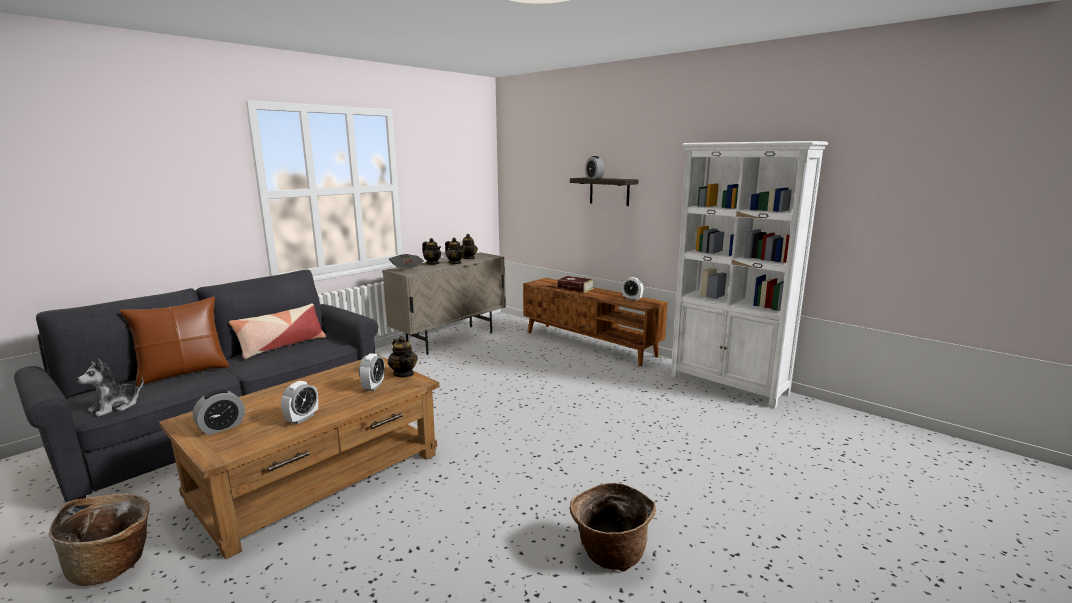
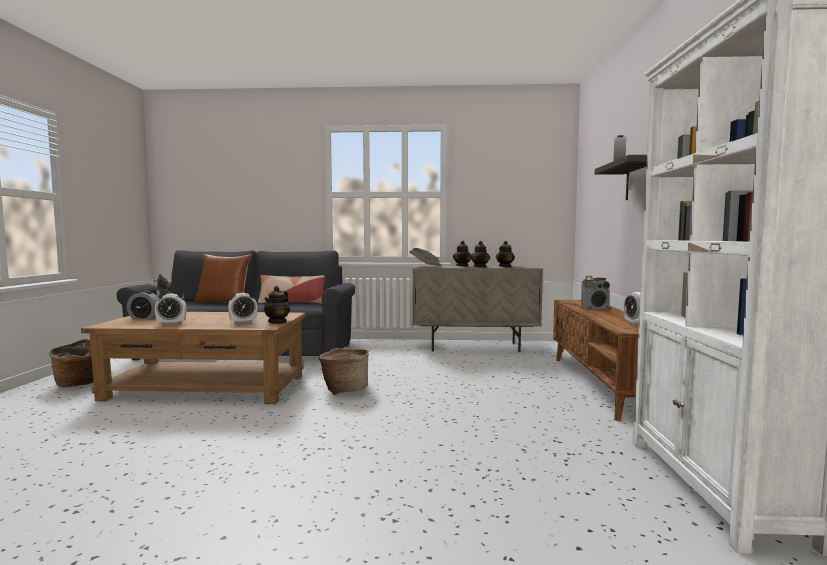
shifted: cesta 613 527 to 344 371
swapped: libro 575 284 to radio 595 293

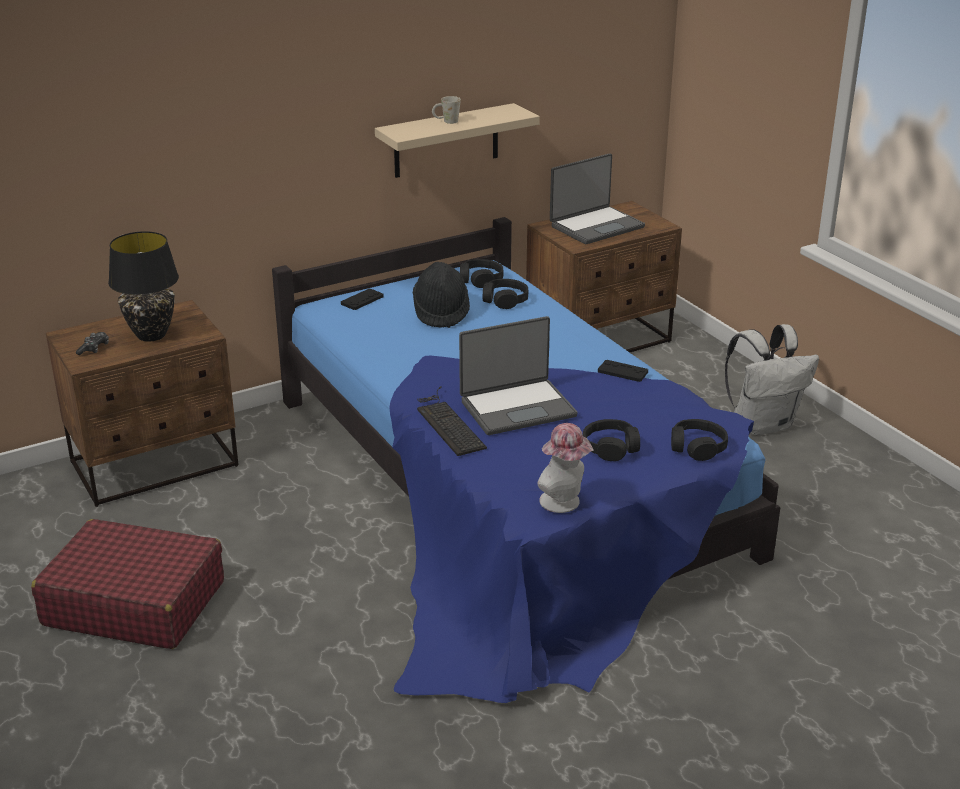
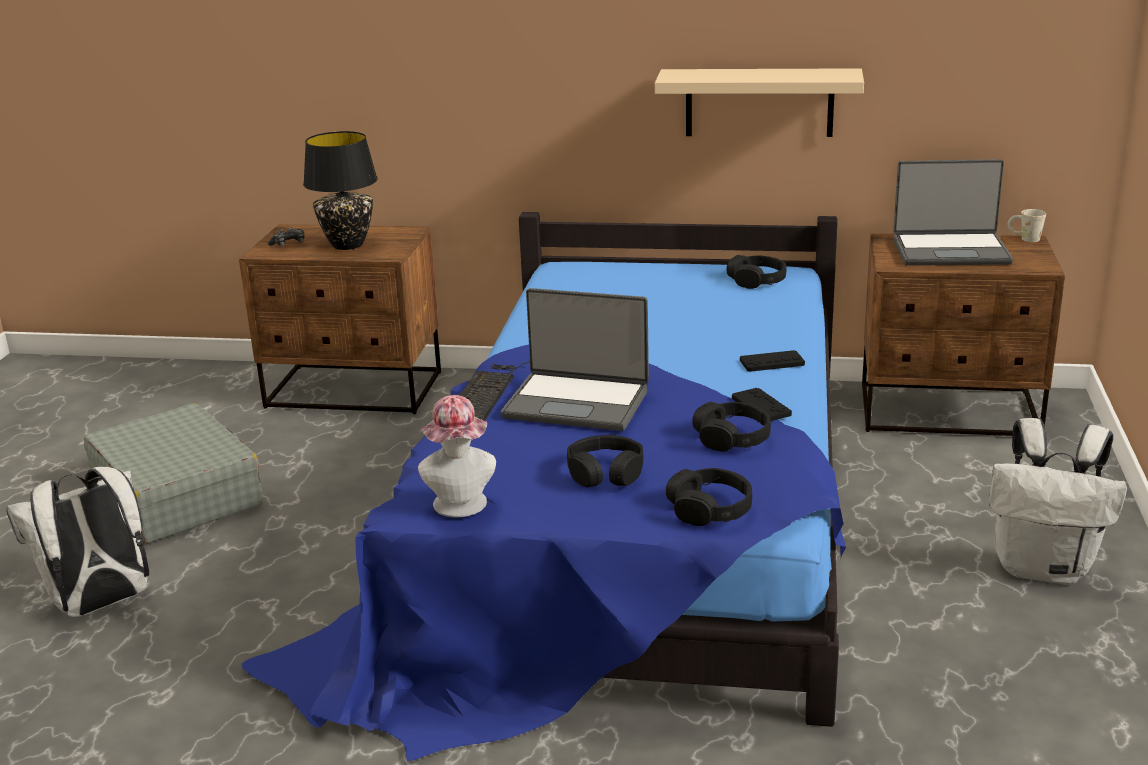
gone: sombrero (negro) 441 295
new: mochila (blanco) 77 542
shifted: mando de consola (negro) 362 299 to 772 361; taza grande (blanco) 446 110 to 1027 225; auriculares (negro) 505 294 to 731 427
repainted: maleta (rojo) 127 584 to maleta (gris) 173 473

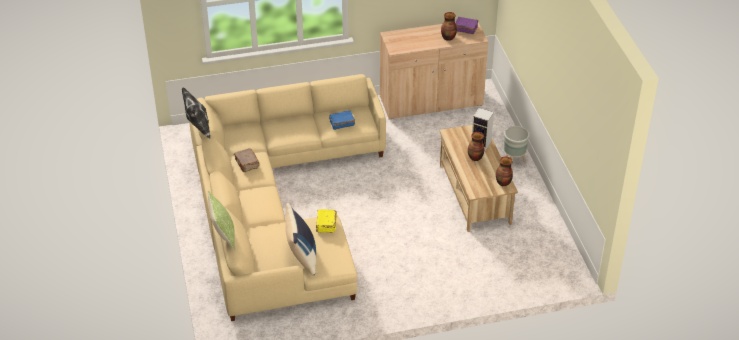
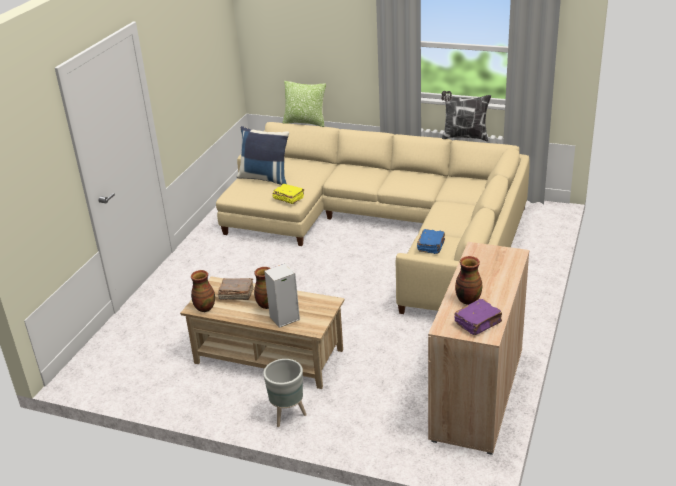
shifted: libro (marrón) 247 160 to 236 289

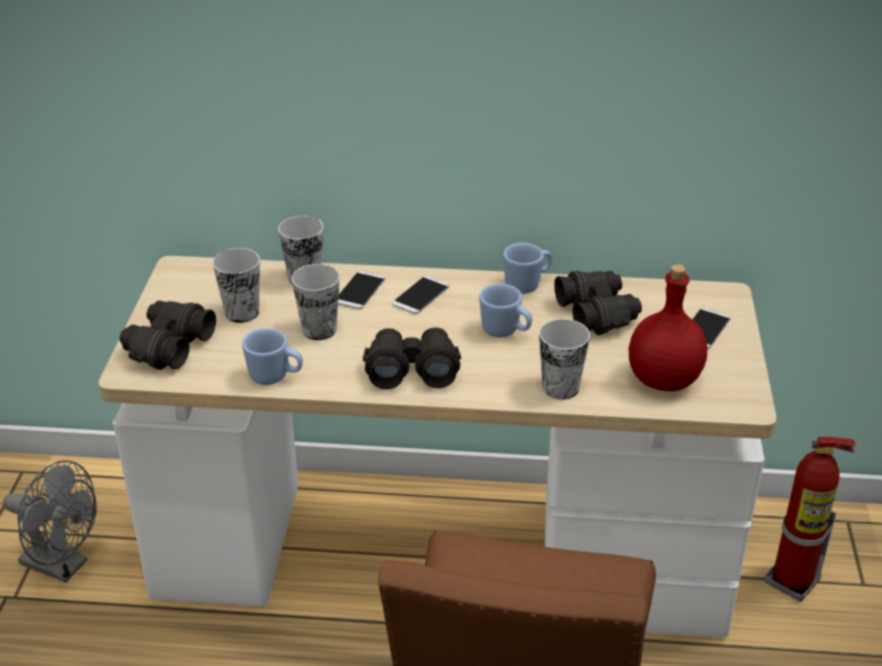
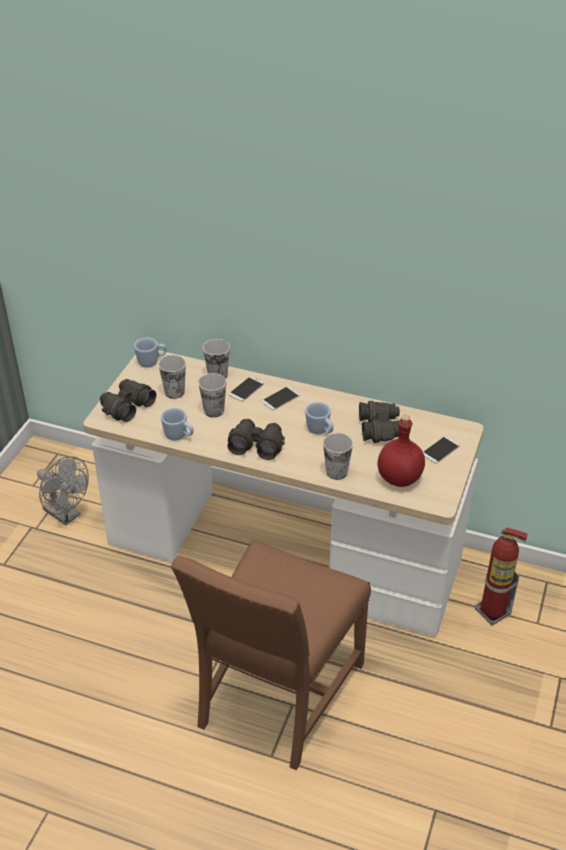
shifted: taza grande (azul) 527 268 to 150 352

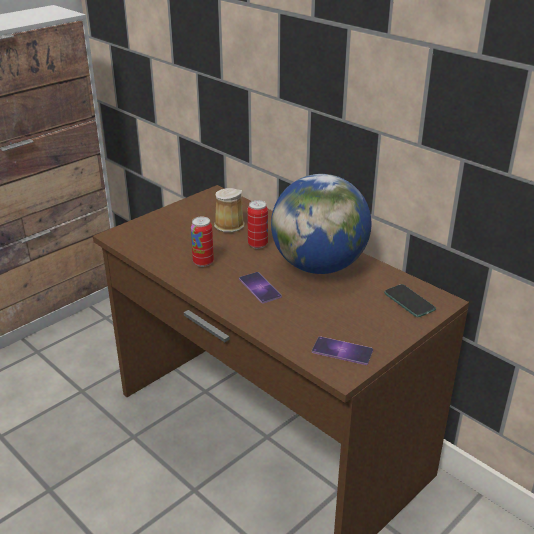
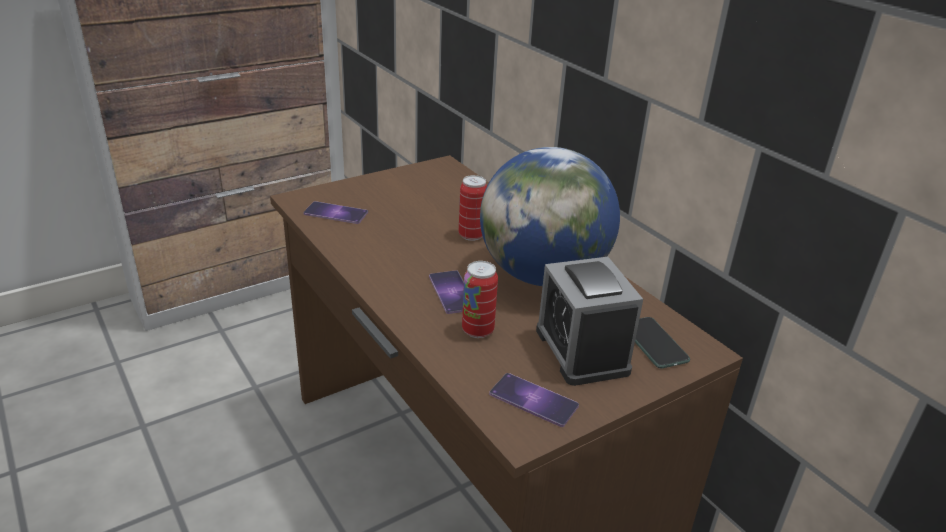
gone: taza grande 229 210
new: móvil 335 212; despertador 589 321
shifted: lata 202 242 to 480 299

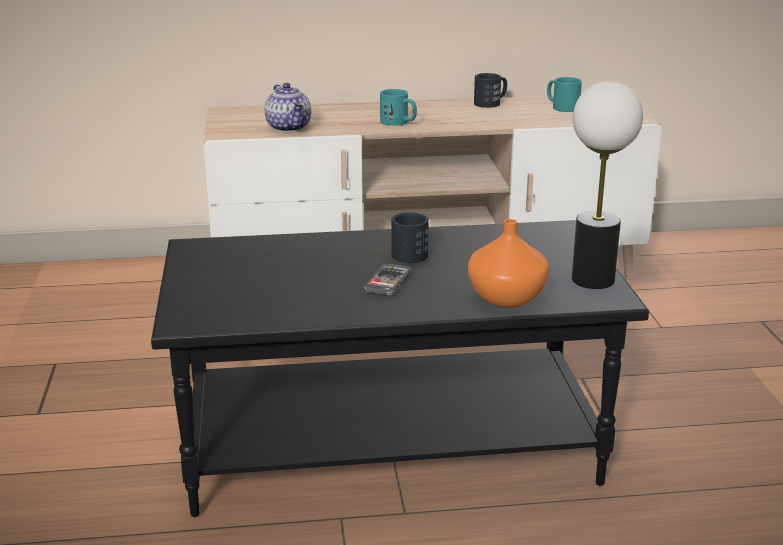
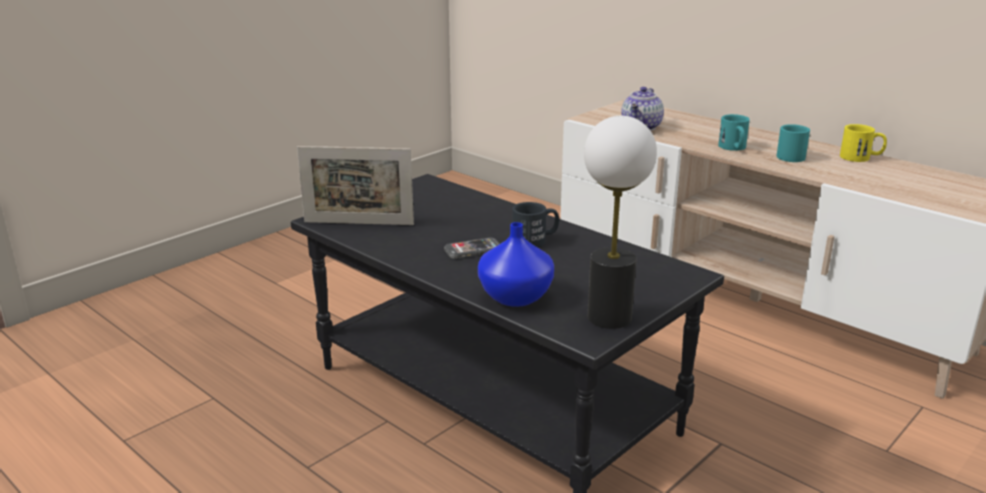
new: portarretratos 355 185
shifted: taza grande (turquesa) 564 94 to 793 143
repainted: florero (naranja) 508 263 to florero (azul) 516 264; taza grande (negro) 490 90 to taza grande (amarillo) 863 143

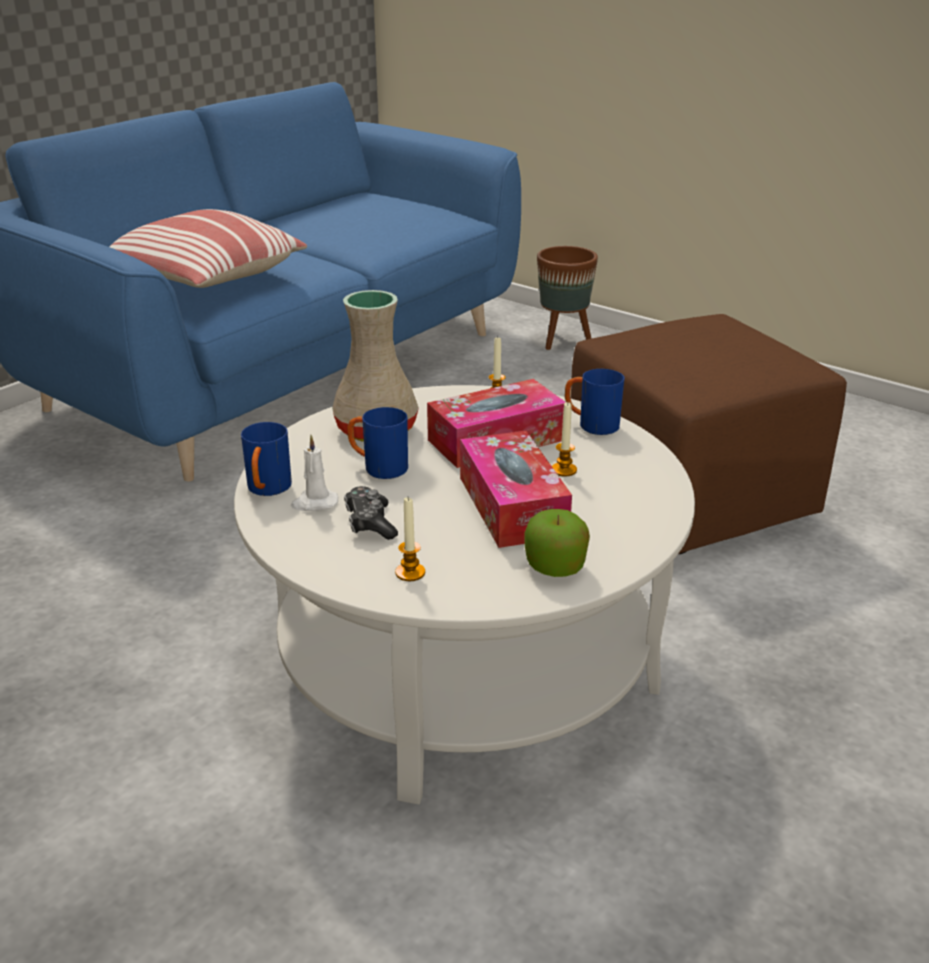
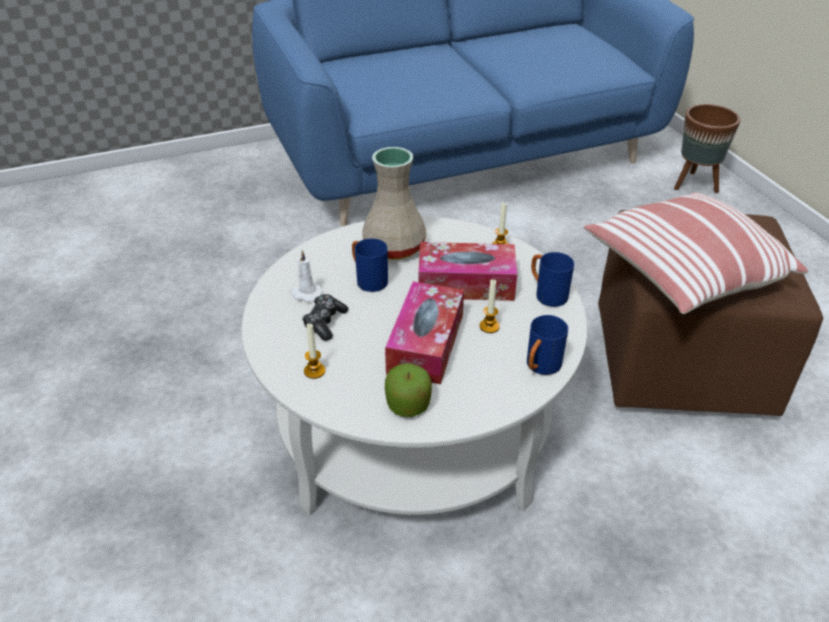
shifted: cojín 208 248 to 696 253; taza grande (azul) 266 459 to 547 345

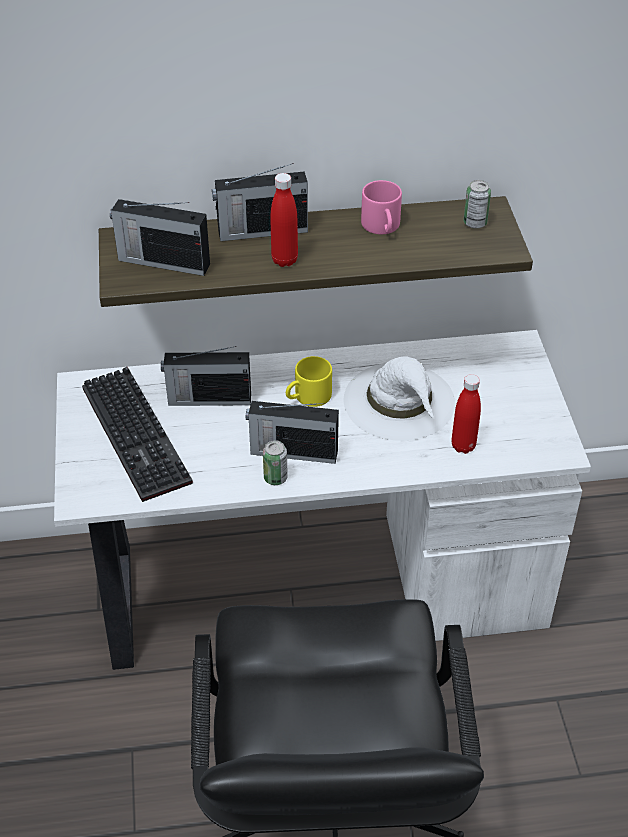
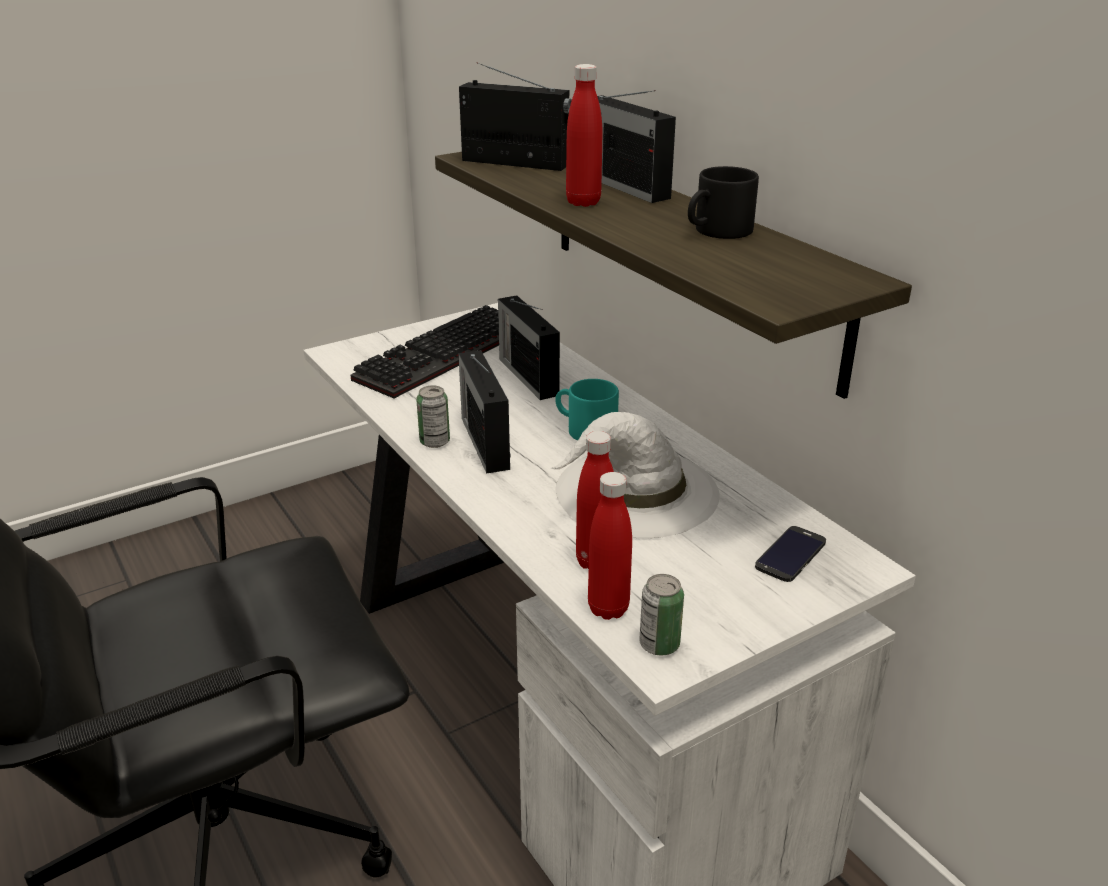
new: botella (rojo) 610 546; móvil 790 554
shifted: lata 477 204 to 661 614
repainted: taza grande (amarillo) 309 381 to taza grande (turquesa) 587 410; taza grande (rosa) 381 207 to taza grande (negro) 723 202
rotated: radio 160 237 = 515 117 120 degrees clockwise

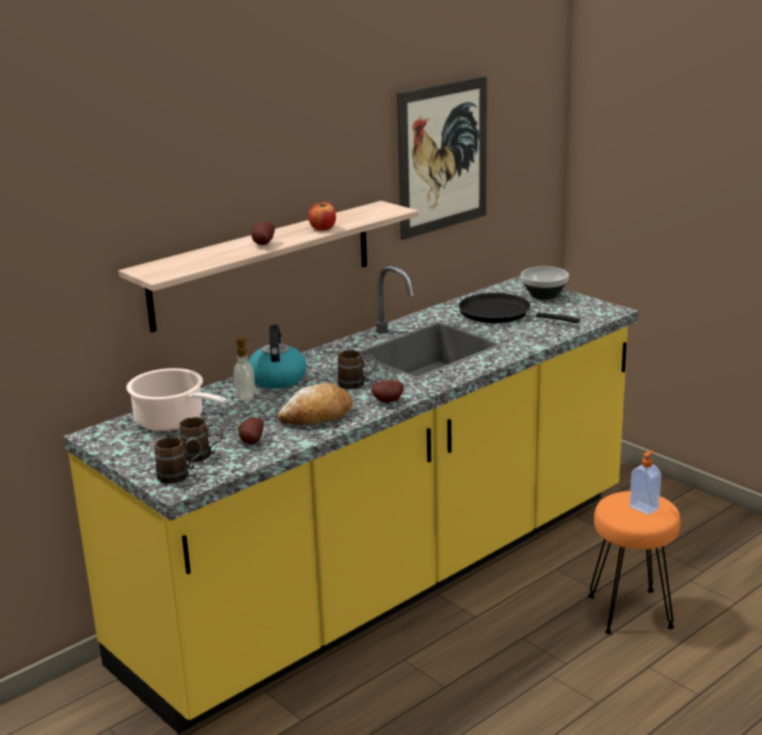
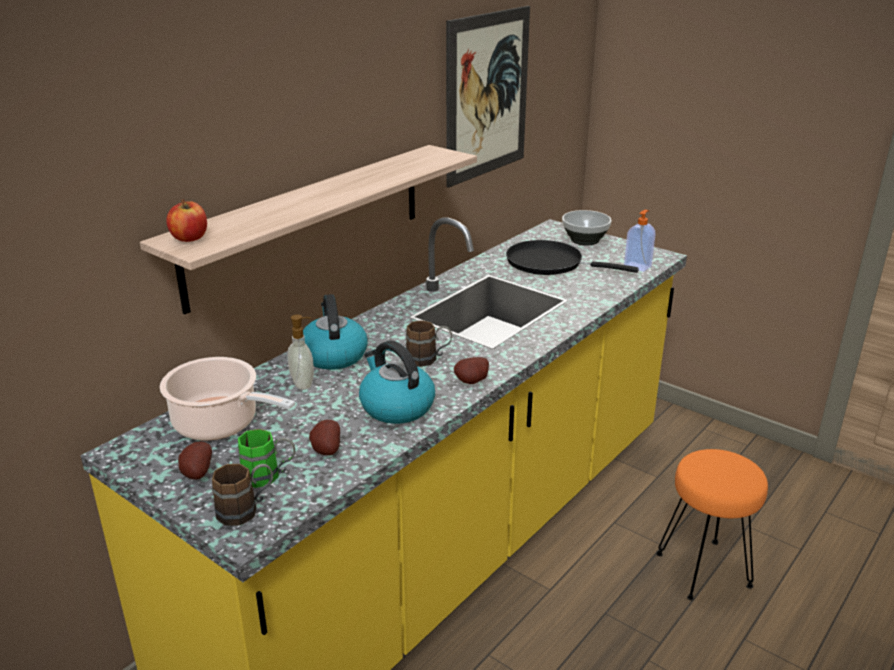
shifted: patata 263 233 to 195 461; manzana 322 215 to 186 220; dispensador de jabón 645 483 to 640 241
swapped: pan 315 404 to hervidor 397 382
repainted: taza grande (marrón) 201 439 to taza grande (verde) 266 458

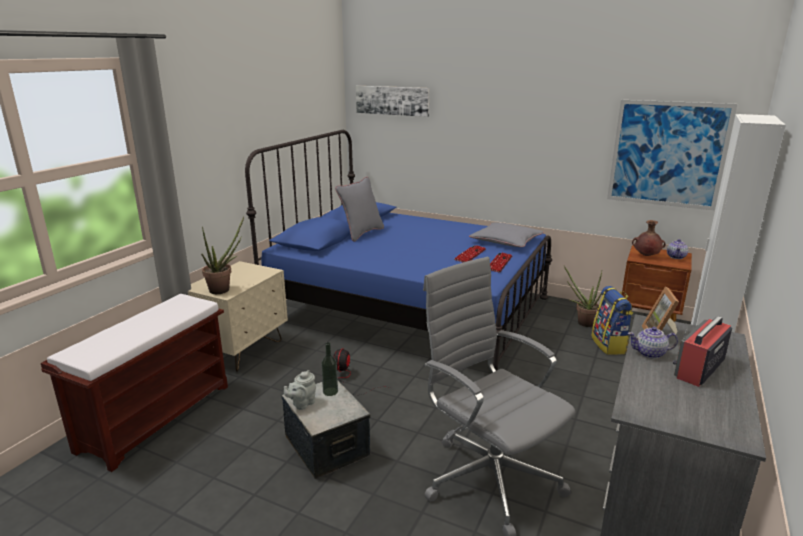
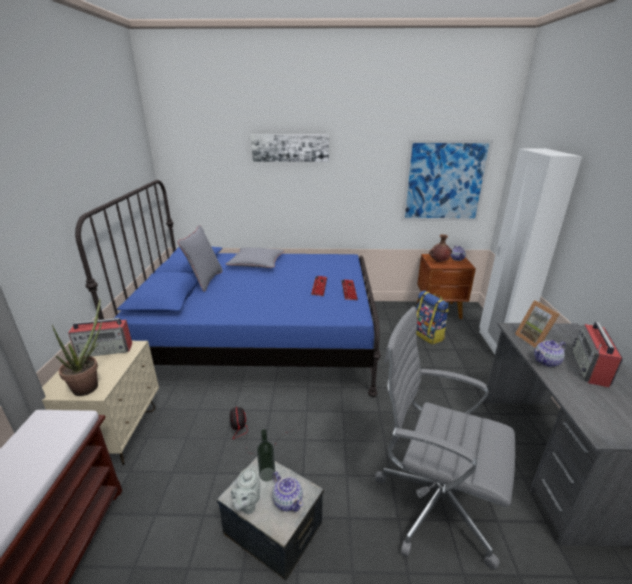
gone: planta en maceta 583 296
new: radio 100 337; tetera 287 492
shifted: cuadro 392 101 to 290 148; cojín (gris) 506 234 to 255 257

